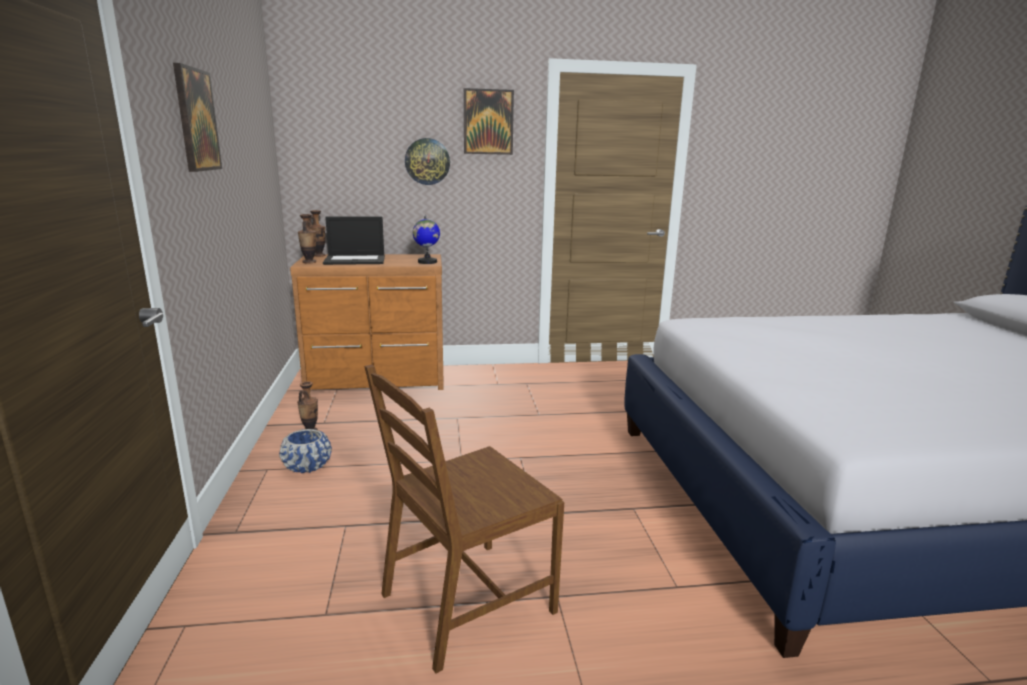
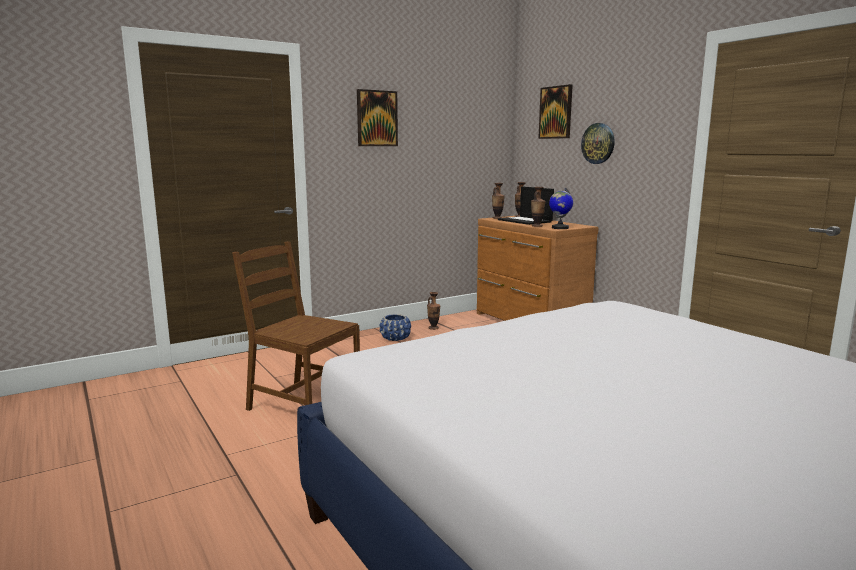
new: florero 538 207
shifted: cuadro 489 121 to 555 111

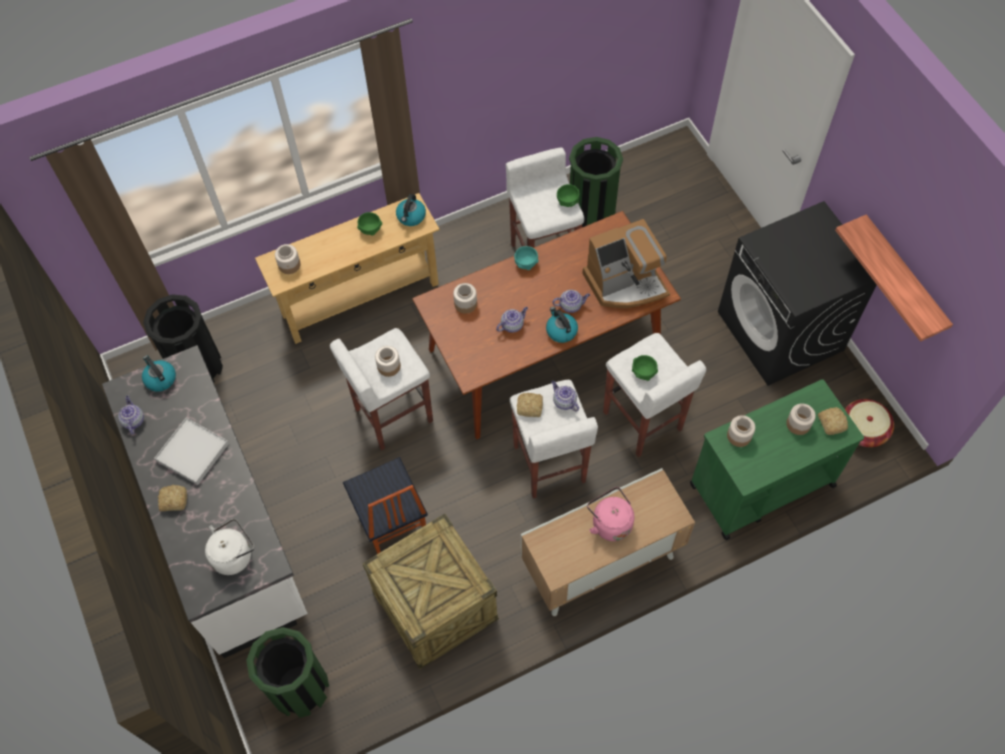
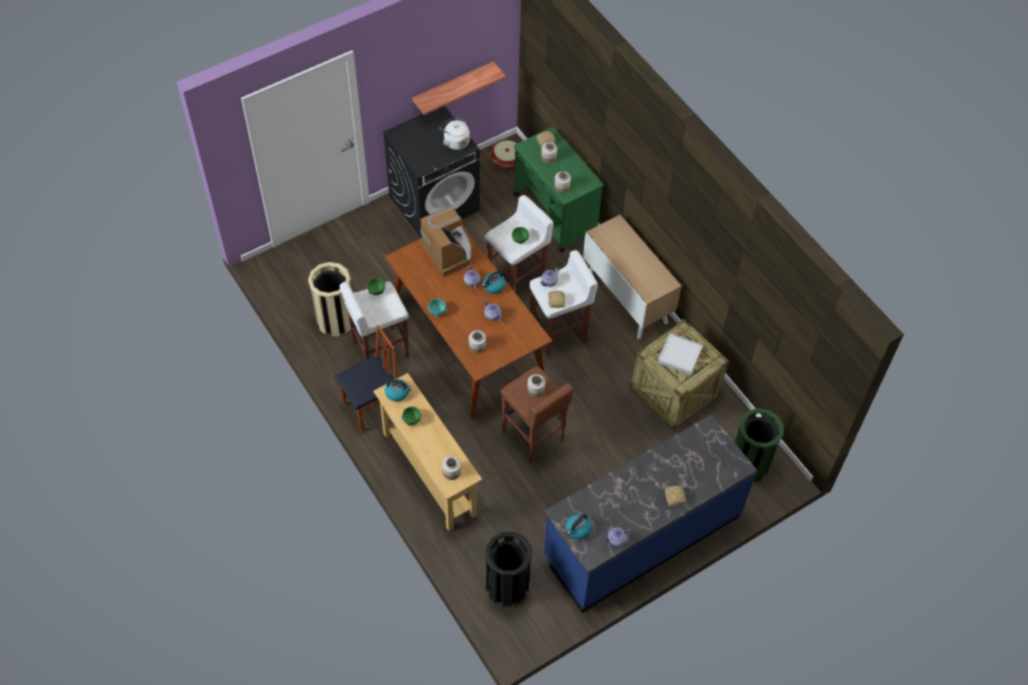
gone: hervidor (rosa) 610 514
shifted: bandeja (blanco) 191 451 to 680 354; hervidor (blanco) 229 547 to 454 133; silla 385 505 to 366 378
repainted: mueble bajo de cocina (blanco) 204 501 to mueble bajo de cocina (azul) 651 513; taburete (blanco) 381 389 to taburete (marrón) 536 414; papelera (verde) 596 182 to papelera (beis) 329 299

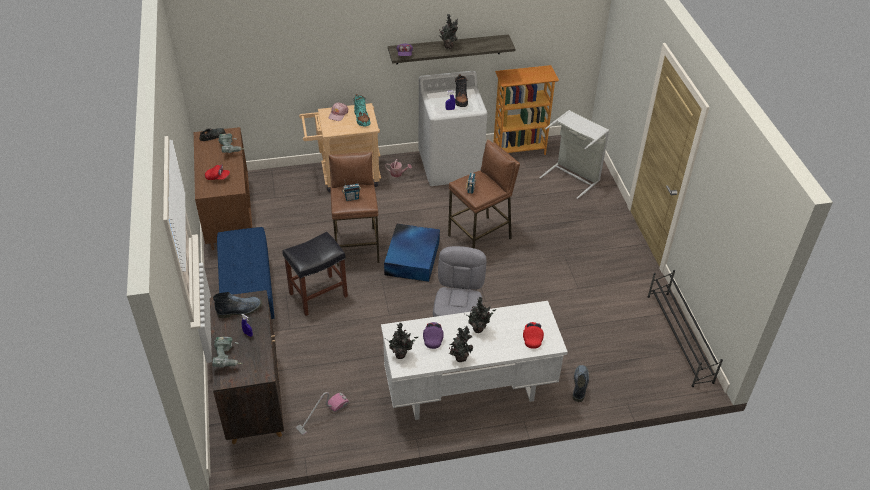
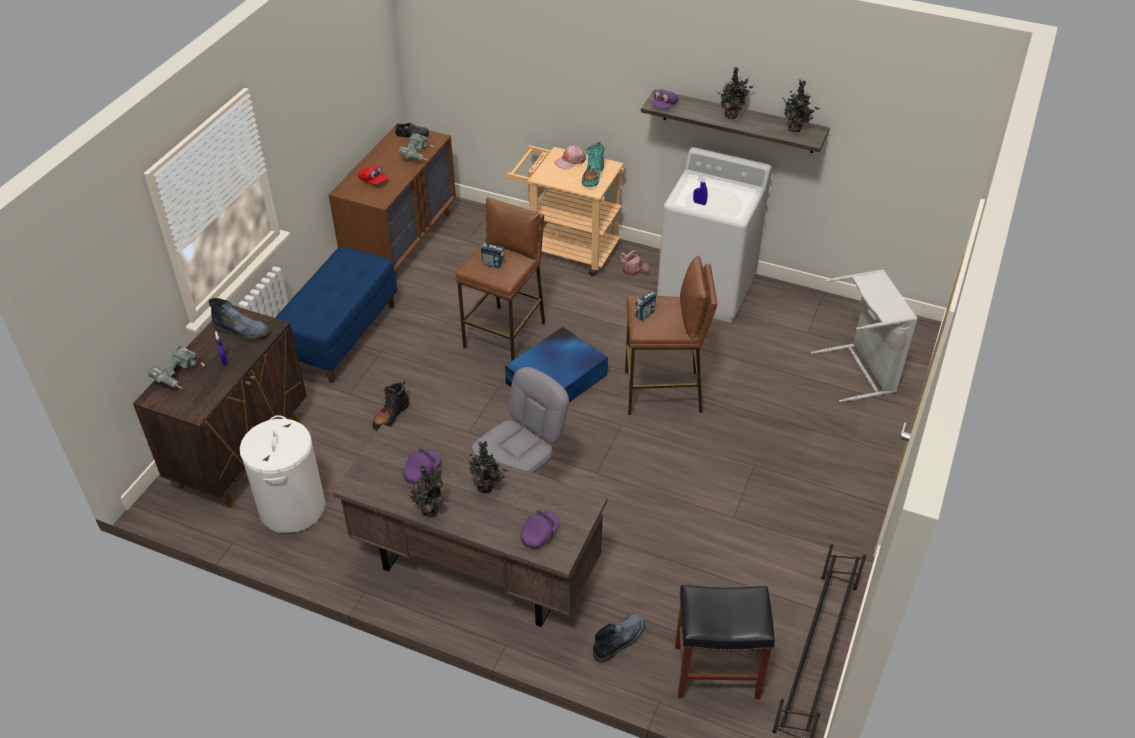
gone: estantería 526 110
shifted: taburete (negro) 315 274 to 725 642; planta en maceta 402 341 to 801 105; bota (negro) 461 90 to 390 405
swapped: aspiradora 322 413 to cesto de la ropa (blanco) 282 474
repainted: escritorio (blanco) 474 360 to escritorio (marrón) 469 525; gorra (rojo) 533 335 to gorra (morado) 539 529

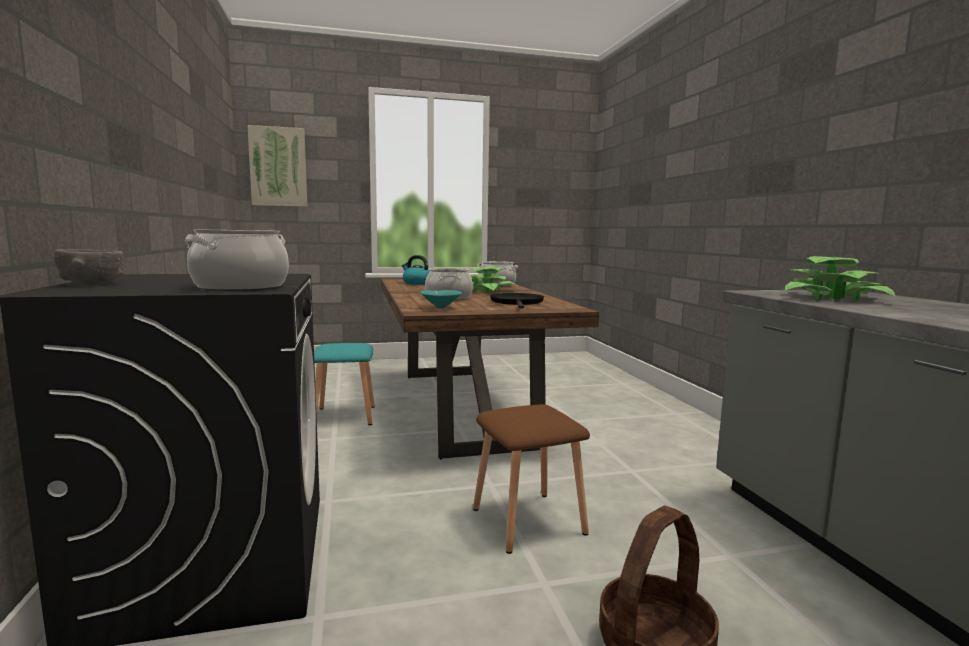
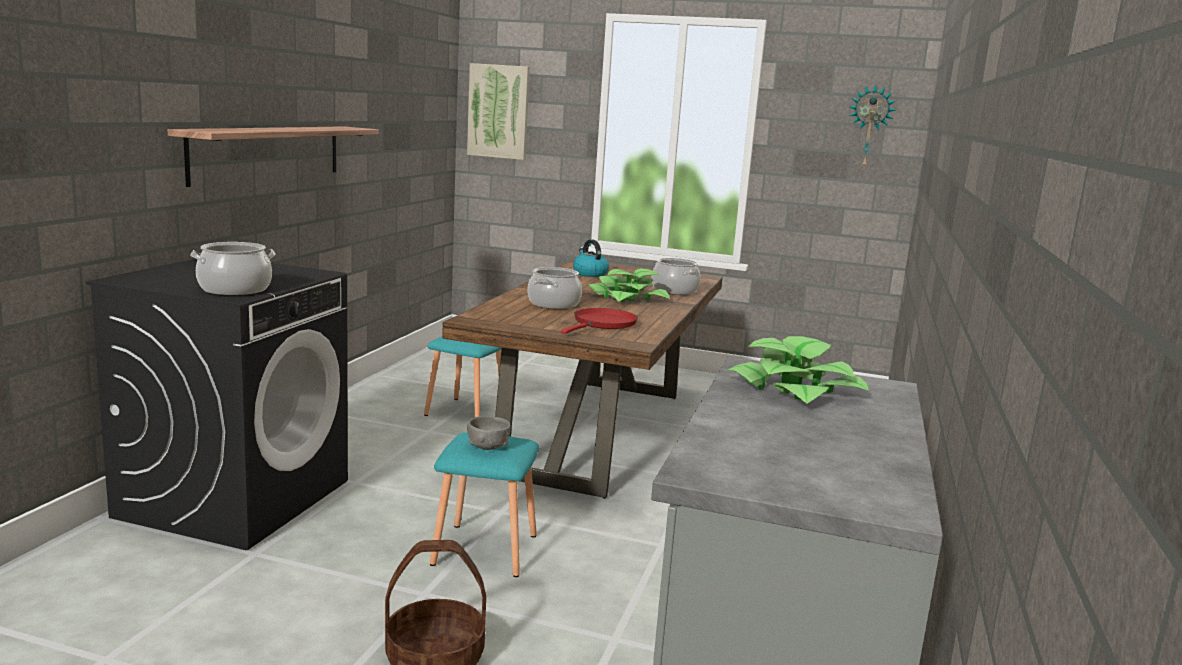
gone: cuenco (turquesa) 441 299
new: estante 273 156; reloj de pared 872 126
shifted: cuenco (gris) 89 267 to 489 433
repainted: taburete (marrón) 531 479 to taburete (turquesa) 484 504; sartén (negro) 517 300 to sartén (rojo) 599 321

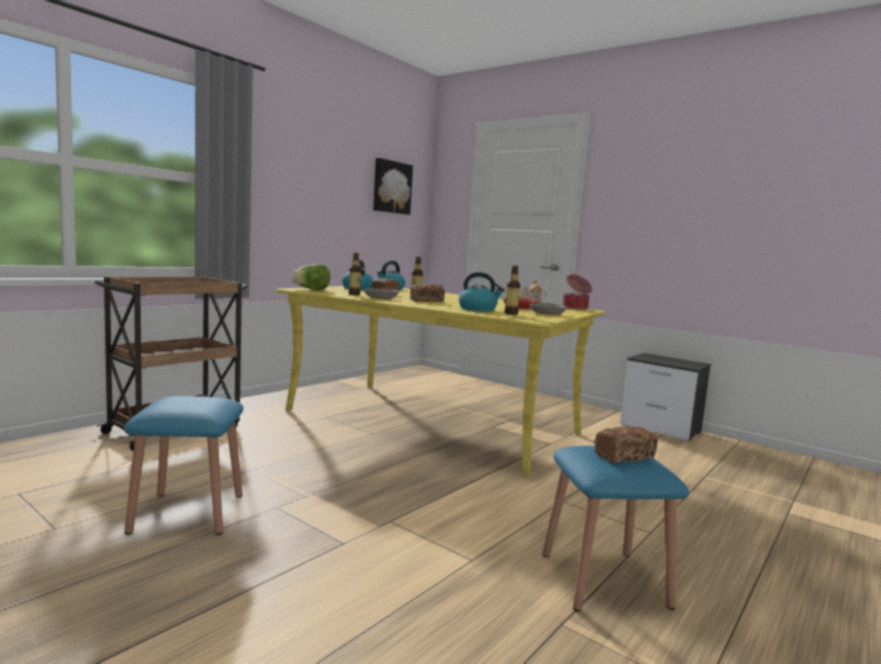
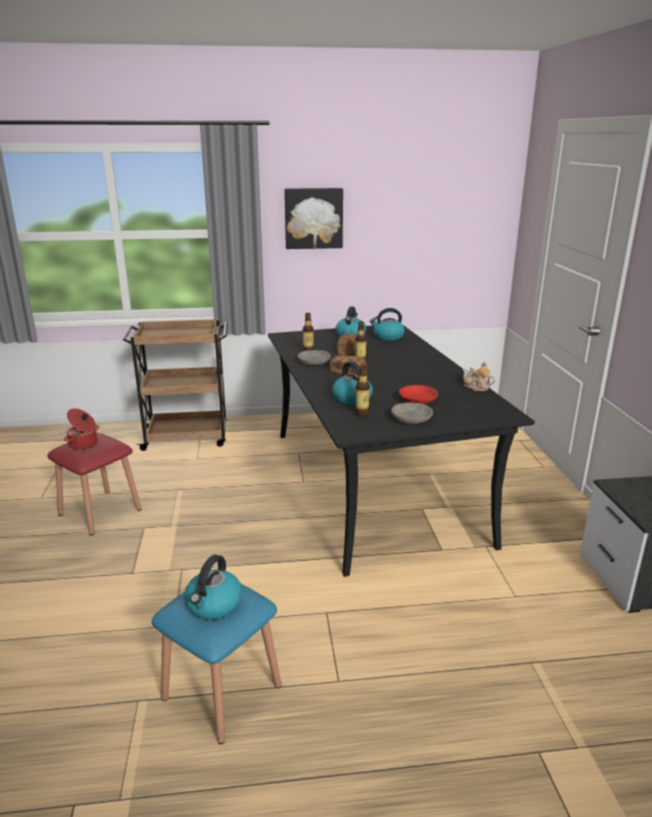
gone: lechuga 310 277
shifted: cuadro 393 186 to 313 218; olla 577 292 to 81 429
swapped: pan 626 444 to hervidor 213 587
repainted: taburete (azul) 183 465 to taburete (rojo) 94 484; mesa de comedor (amarillo) 440 381 to mesa de comedor (negro) 401 451

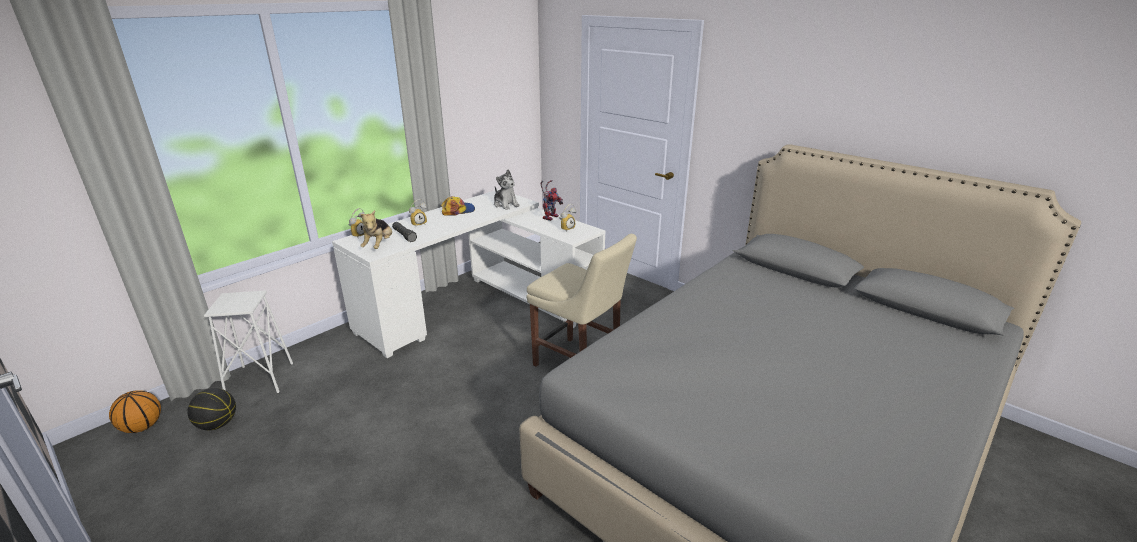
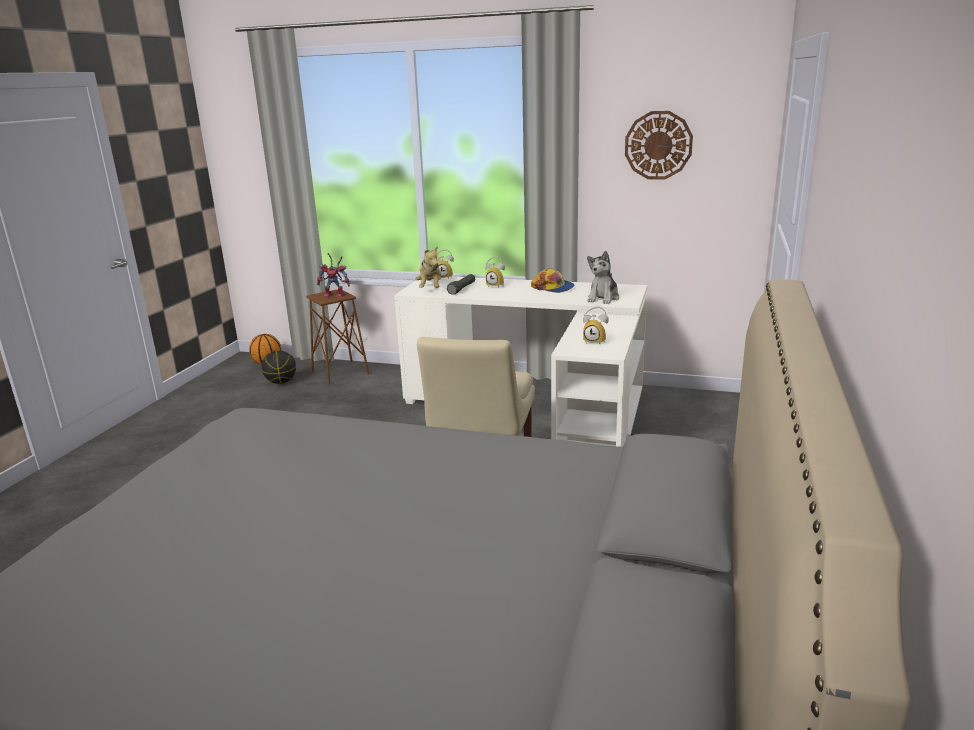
new: reloj de pared 659 145
shifted: robot de juguete 551 200 to 333 275
repainted: taburete (blanco) 248 341 to taburete (marrón) 337 337
rotated: peluche 376 229 = 428 267 75 degrees counterclockwise

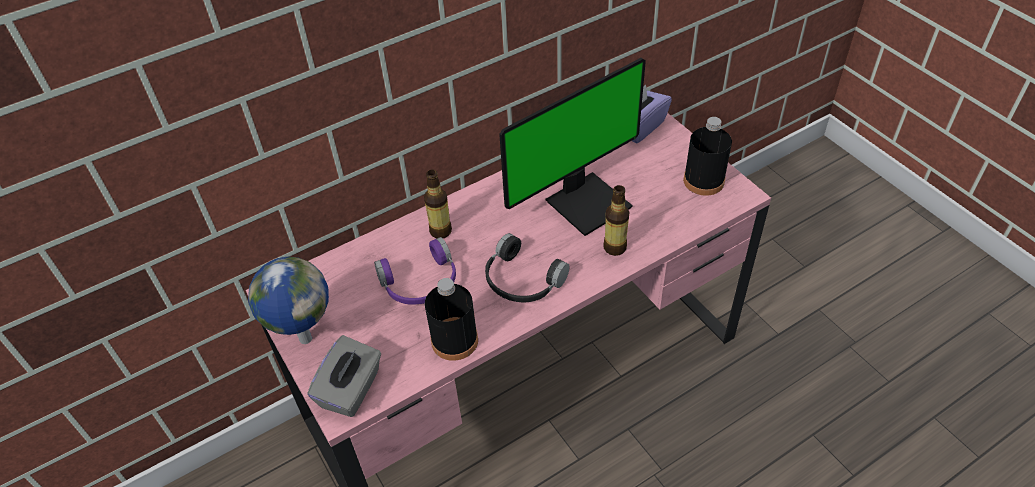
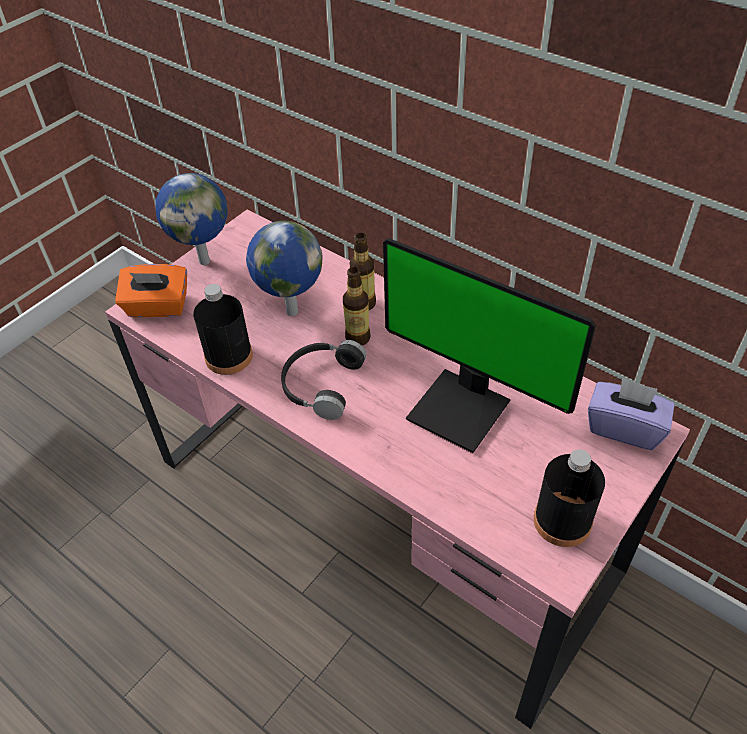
shifted: botella 616 220 to 357 306
swapped: auriculares (morado) 415 270 to globo terráqueo 284 268
repainted: caja de pañuelos (gris) 344 376 to caja de pañuelos (naranja) 151 291

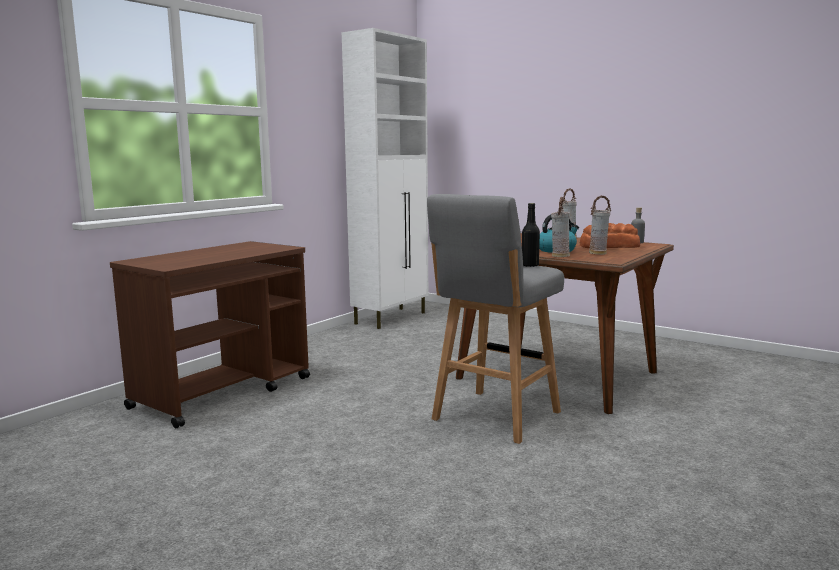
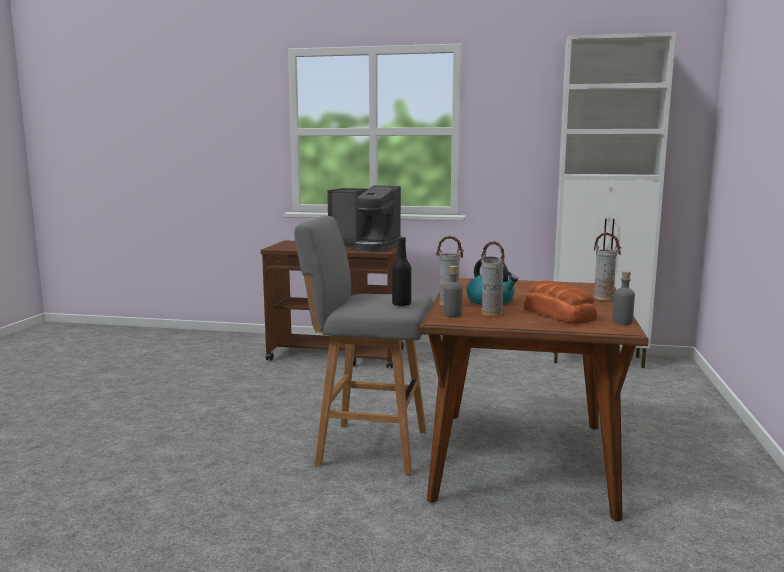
new: cafetera 364 218; botella (gris) 453 291

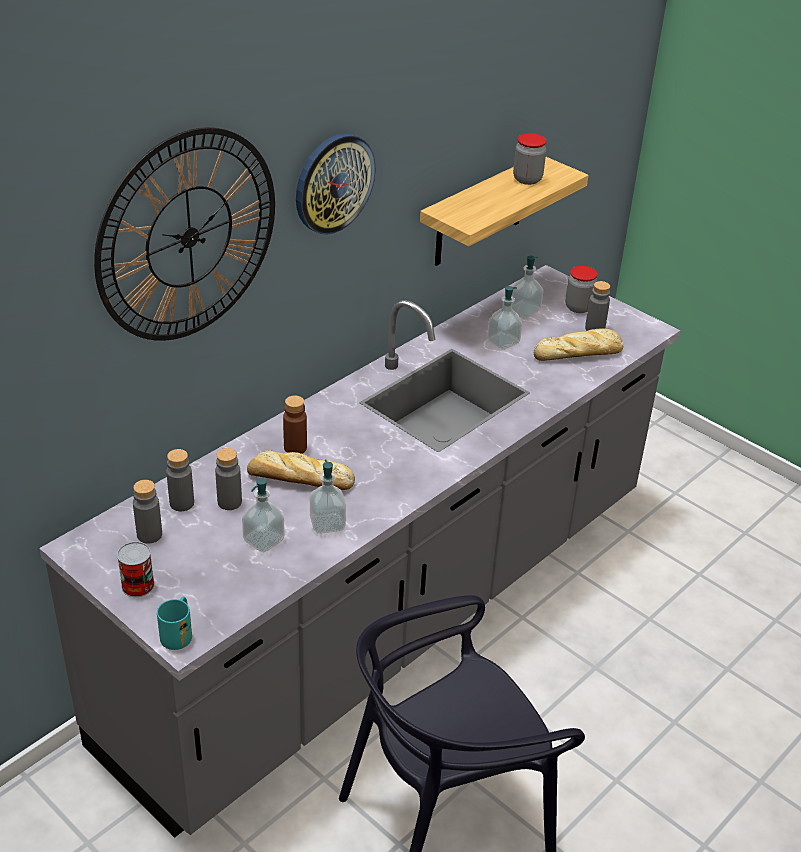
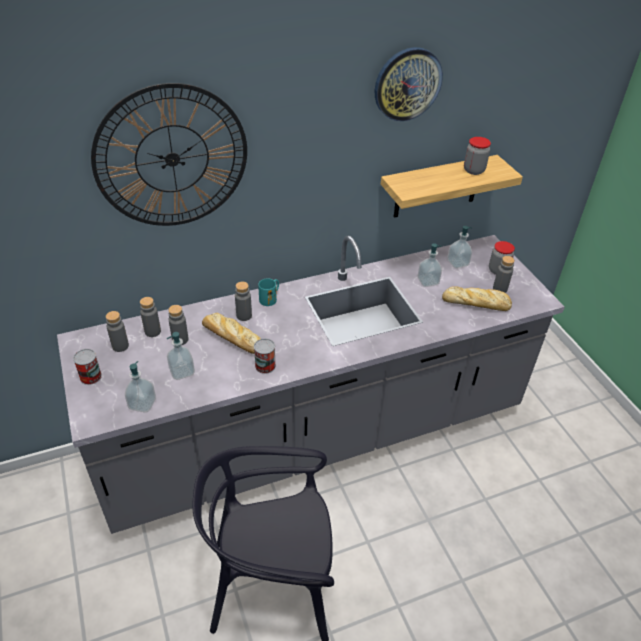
new: lata 265 356
shifted: taza grande (turquesa) 174 623 to 268 292; reloj de pared 336 184 to 409 84; dispensador de jabón 328 497 to 140 386
repainted: botella (marrón) 295 424 to botella (gris) 243 301

